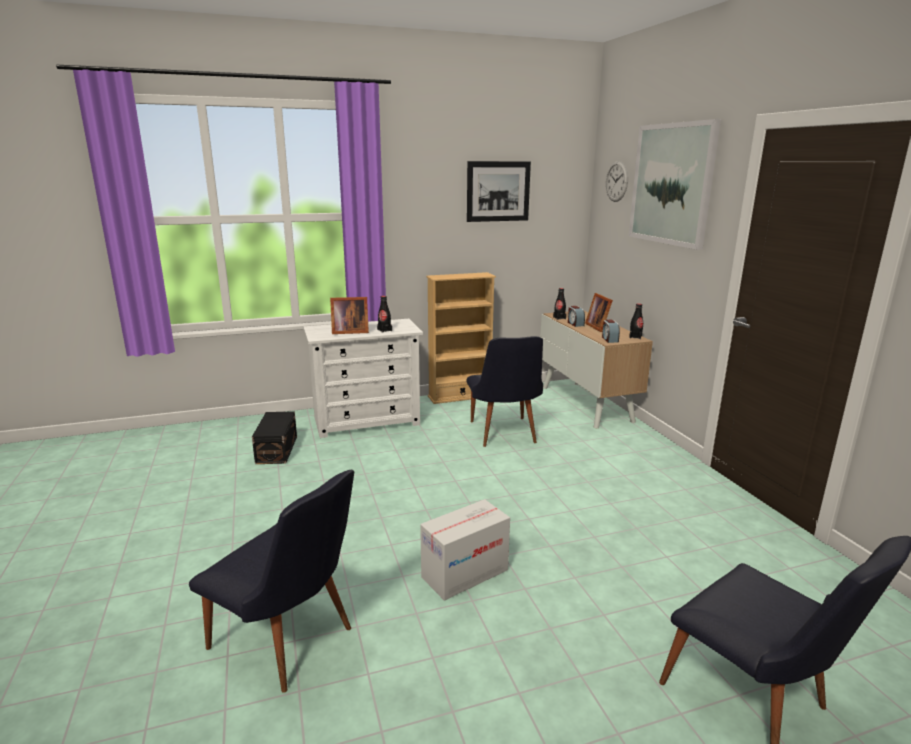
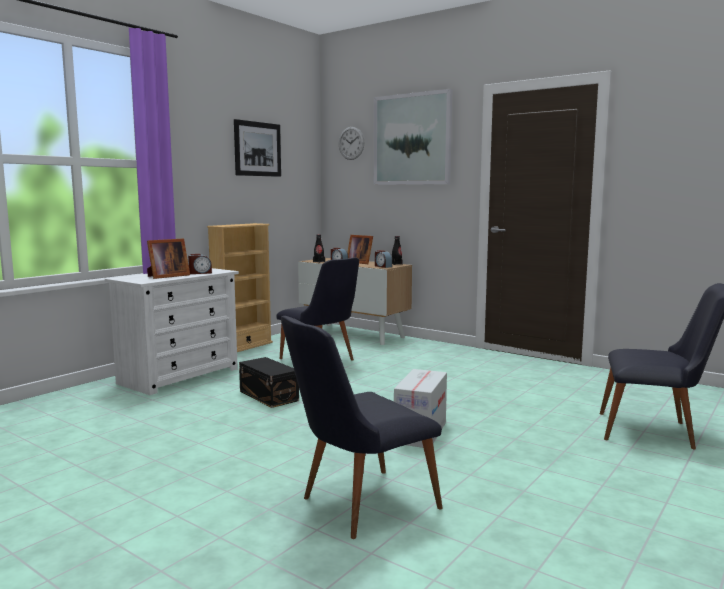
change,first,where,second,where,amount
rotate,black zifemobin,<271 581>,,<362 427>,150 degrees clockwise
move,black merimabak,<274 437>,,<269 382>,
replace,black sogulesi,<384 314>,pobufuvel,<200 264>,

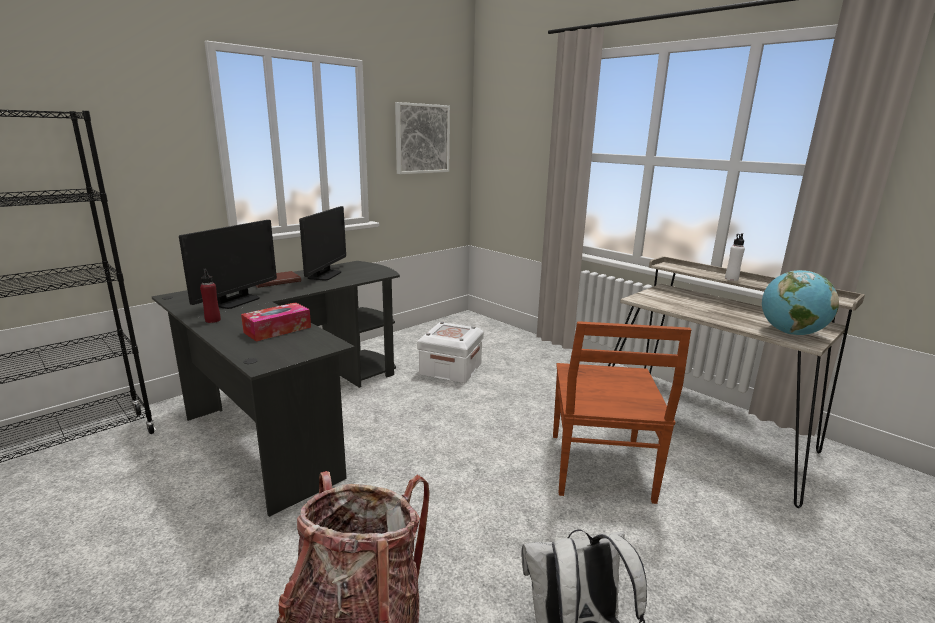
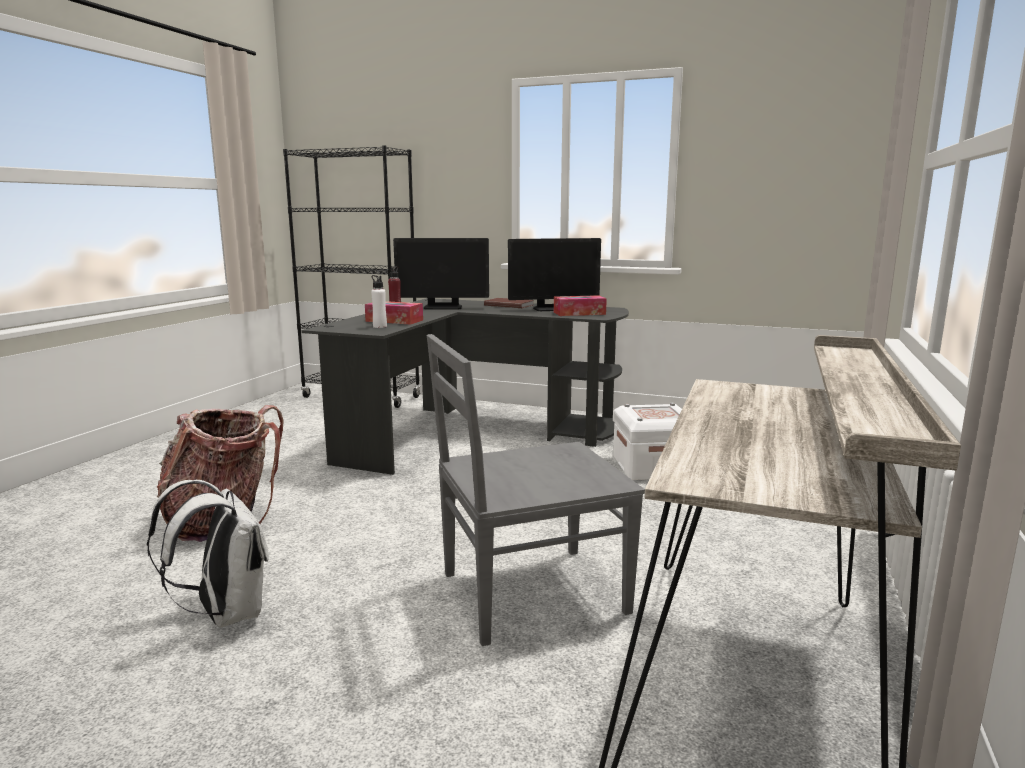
change,first,where,second,where,amount
delete,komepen,<422 138>,,,
recolor,brown zifemobin,<622 412>,grey zifemobin,<535 490>,
move,white sogulesi,<735 257>,,<379 301>,
delete,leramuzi,<800 302>,,,
insert,,,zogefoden,<580 305>,

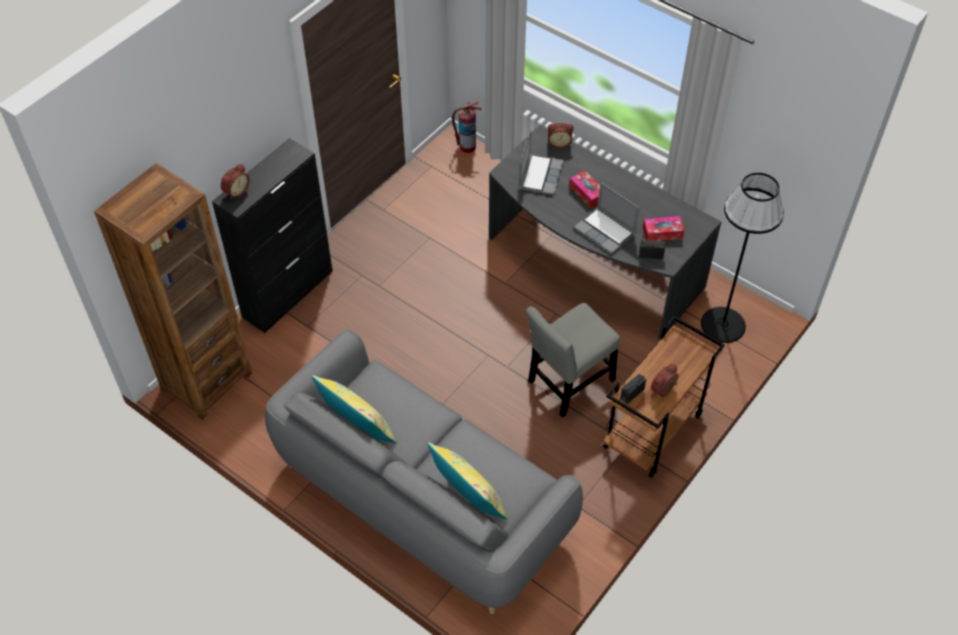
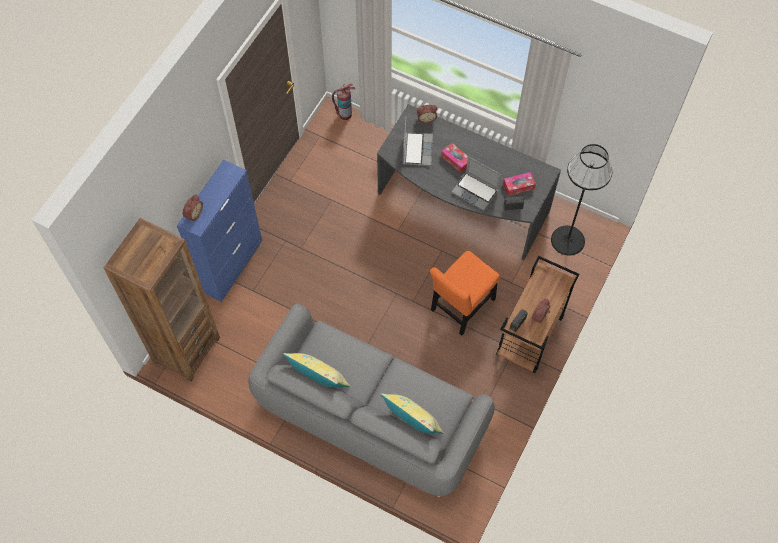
change,first,where,second,where,amount
recolor,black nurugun,<272 235>,blue nurugun,<219 230>,
recolor,grey zifemobin,<573 360>,orange zifemobin,<465 293>,

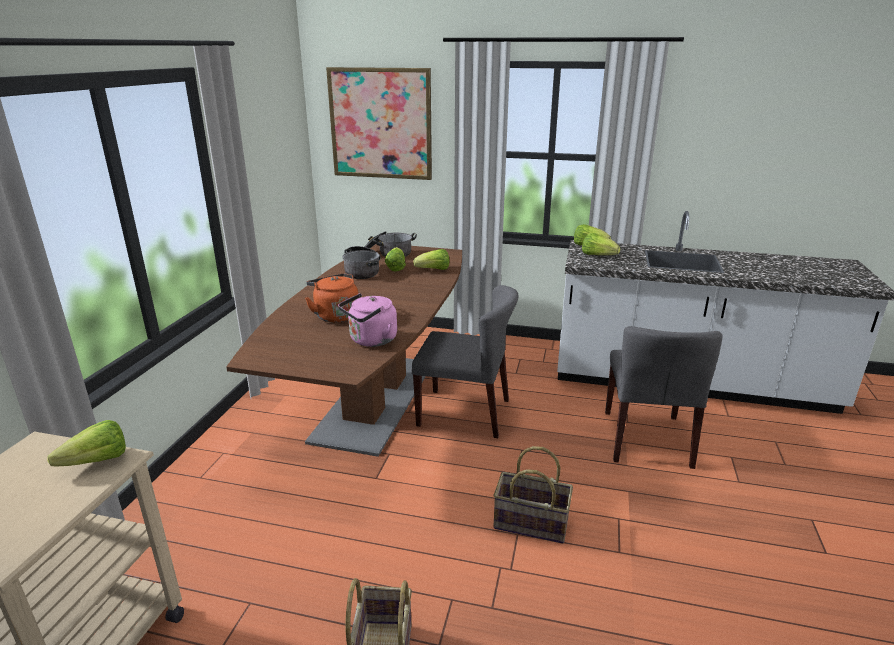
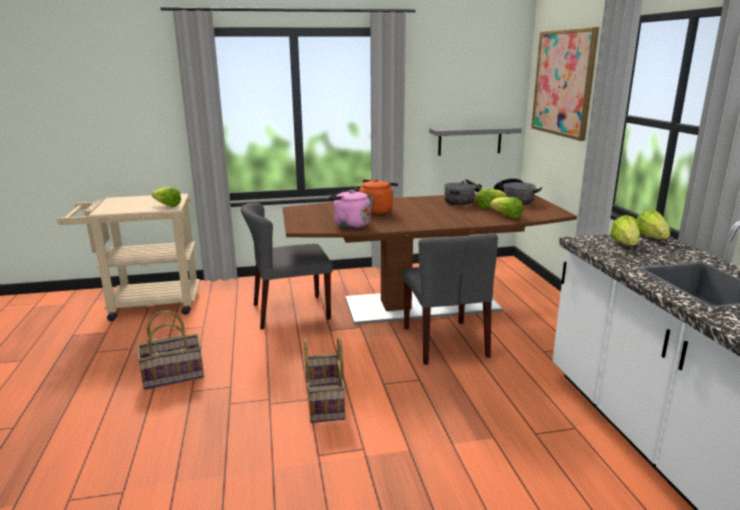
change,first,where,second,where,amount
move,grey zifemobin,<664 397>,,<287 266>,
insert,,,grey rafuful,<475 141>,

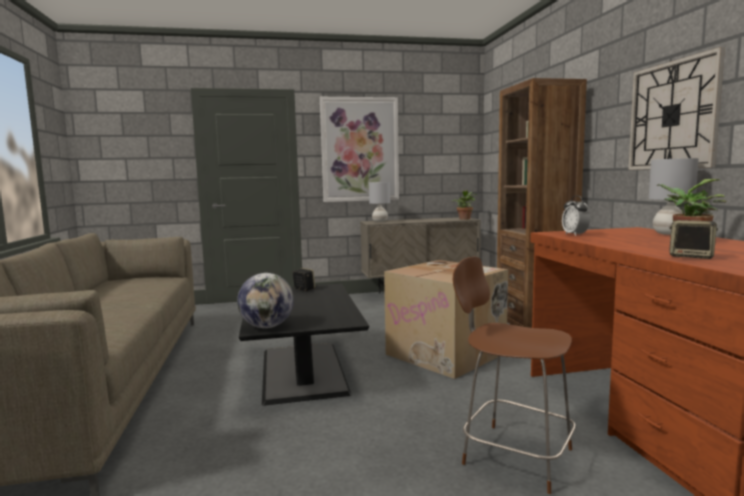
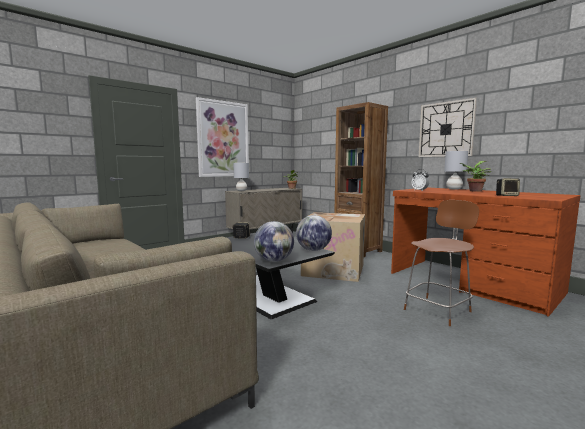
change,first,where,second,where,amount
rotate,brown zifemobin,<514 375>,,<441 263>,135 degrees clockwise
insert,,,leramuzi,<314 233>,

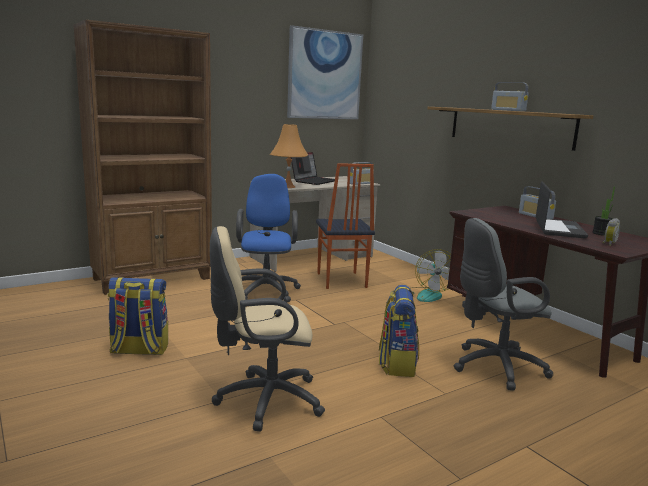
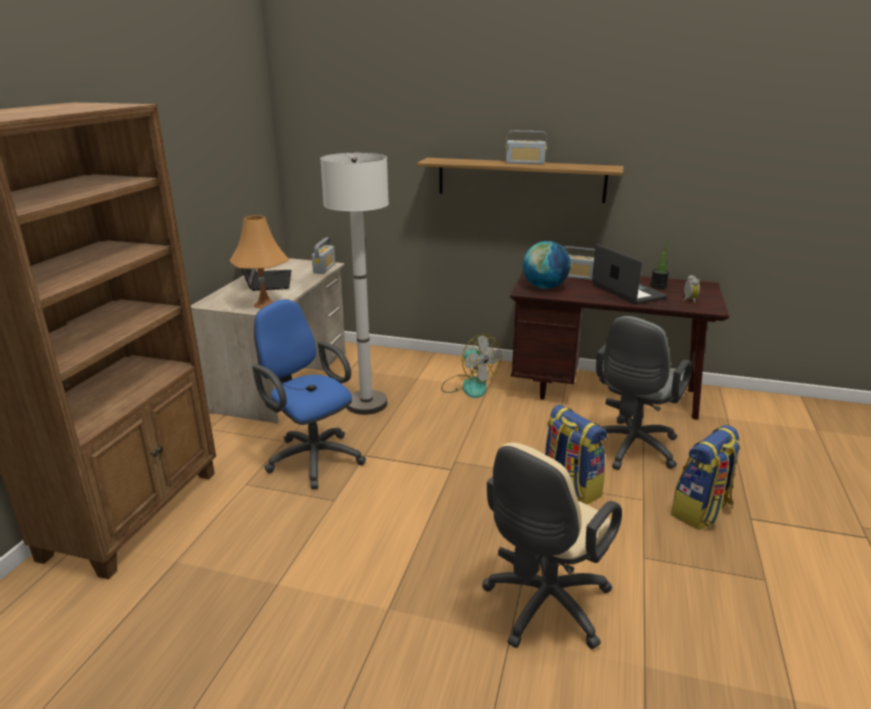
change,first,where,second,where,amount
move,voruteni,<137 316>,,<706 477>,
delete,komepen,<325 72>,,,
replace,zifemobin,<345 226>,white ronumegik,<354 284>,
insert,,,leramuzi,<547 265>,

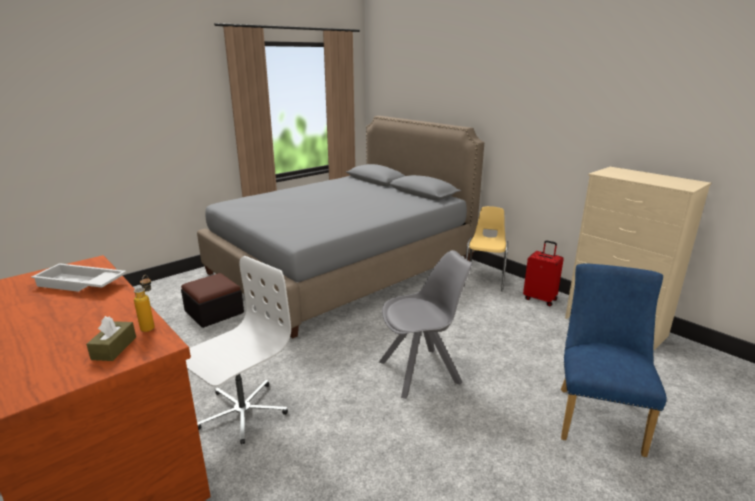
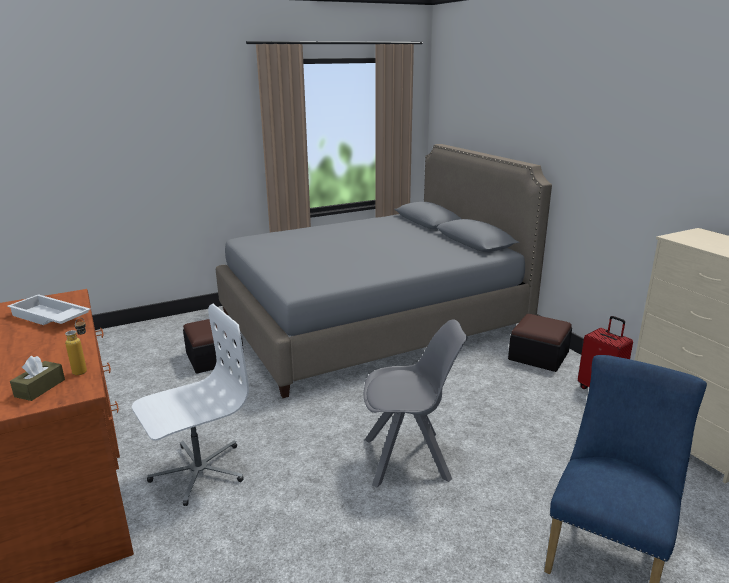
change,first,where,second,where,amount
replace,yellow zifemobin,<486 248>,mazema,<540 343>,

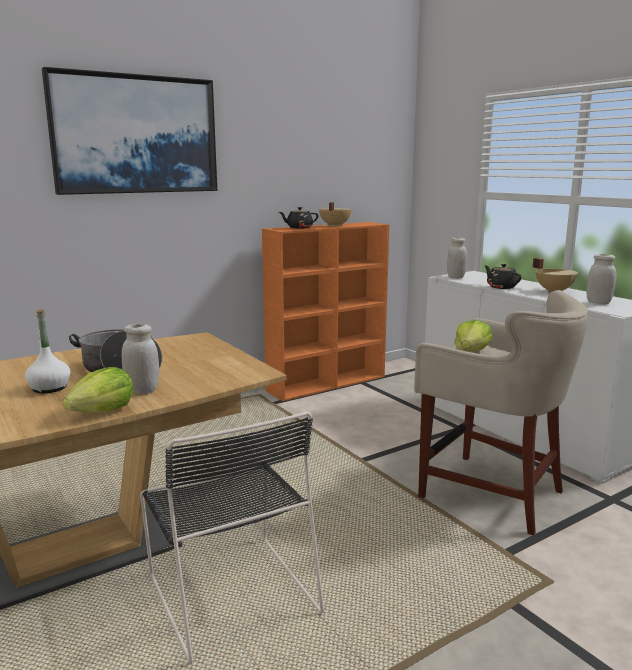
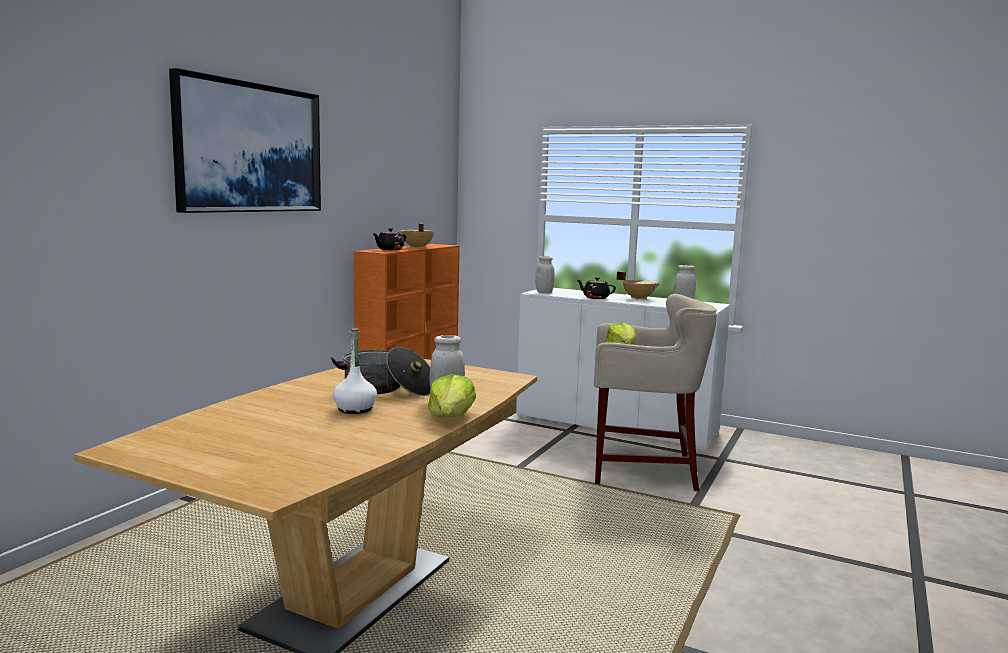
change,first,where,second,where,amount
delete,black zifemobin,<232 537>,,,

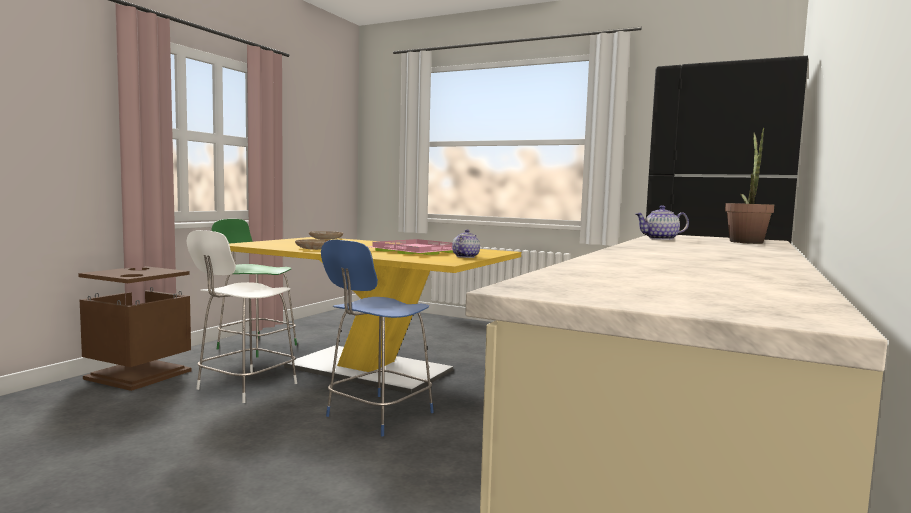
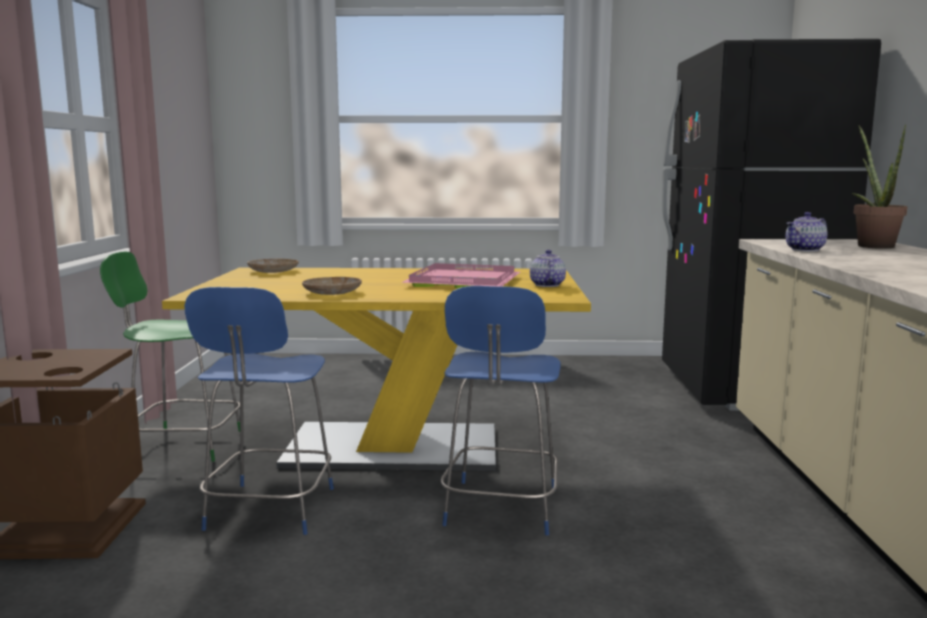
change,first,where,second,where,amount
recolor,white zifemobin,<242 316>,blue zifemobin,<259 411>,

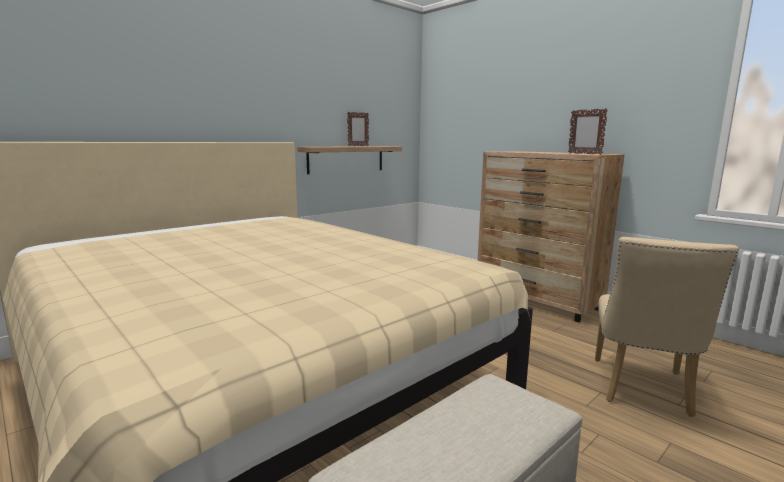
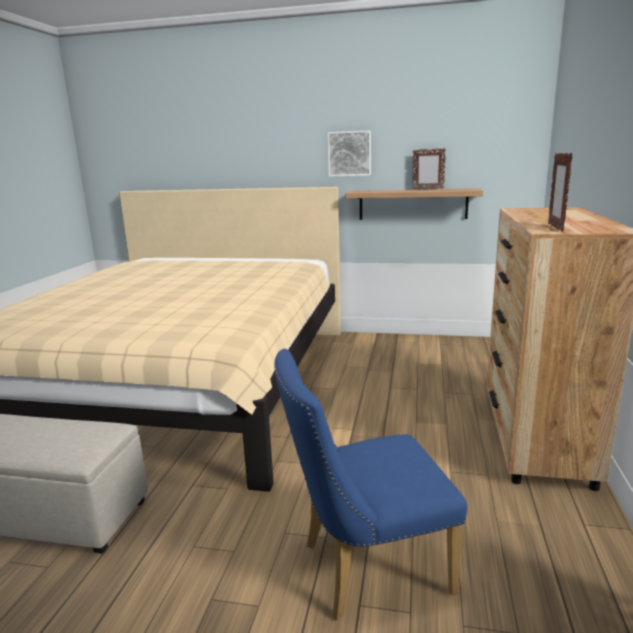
change,first,where,second,where,amount
recolor,beige zifemobin,<667 327>,blue zifemobin,<370 484>,
insert,,,komepen,<349 154>,

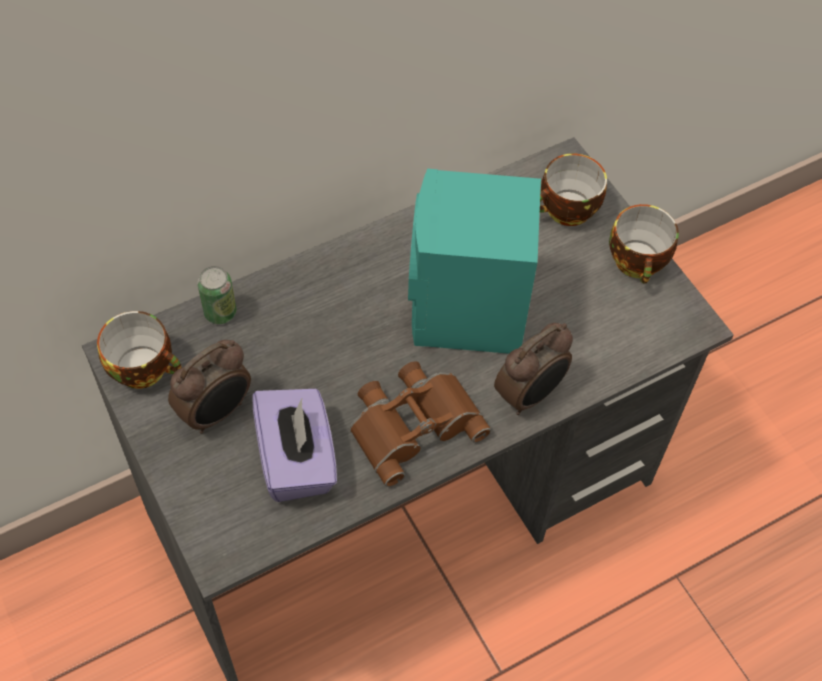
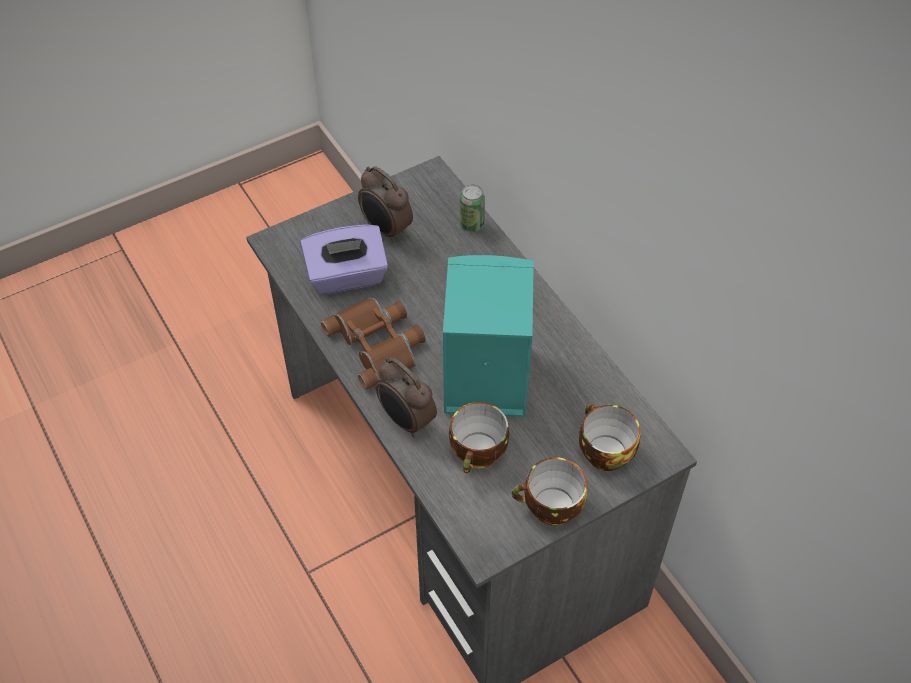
change,first,where,second,where,amount
move,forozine,<139 350>,,<479 437>,

